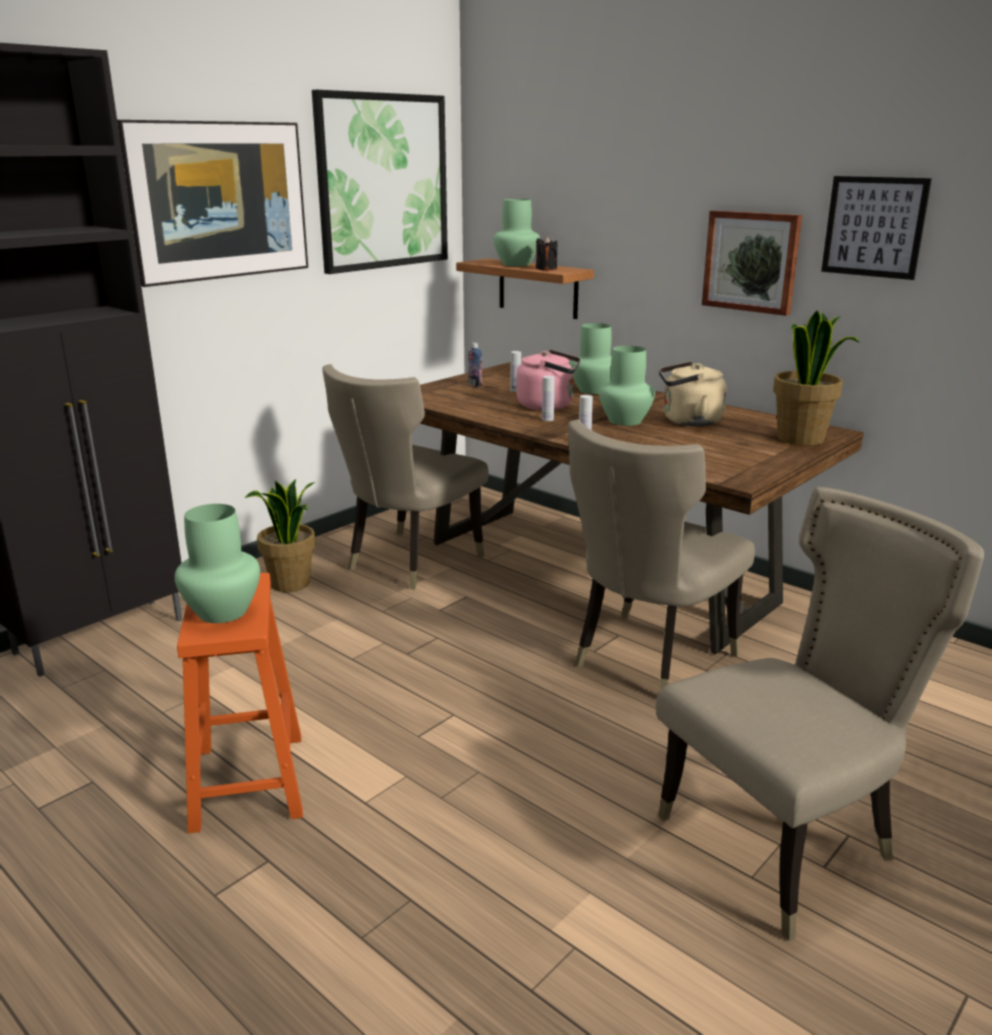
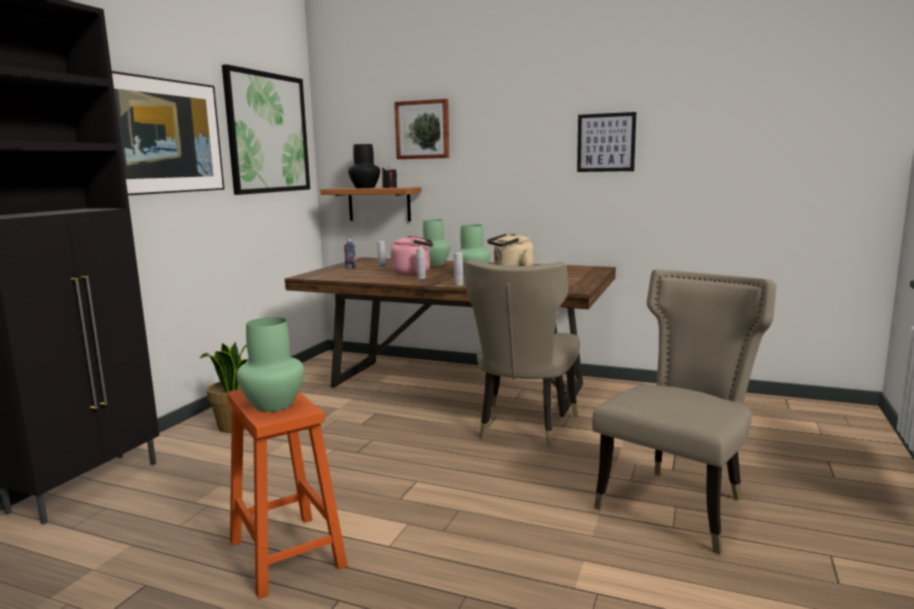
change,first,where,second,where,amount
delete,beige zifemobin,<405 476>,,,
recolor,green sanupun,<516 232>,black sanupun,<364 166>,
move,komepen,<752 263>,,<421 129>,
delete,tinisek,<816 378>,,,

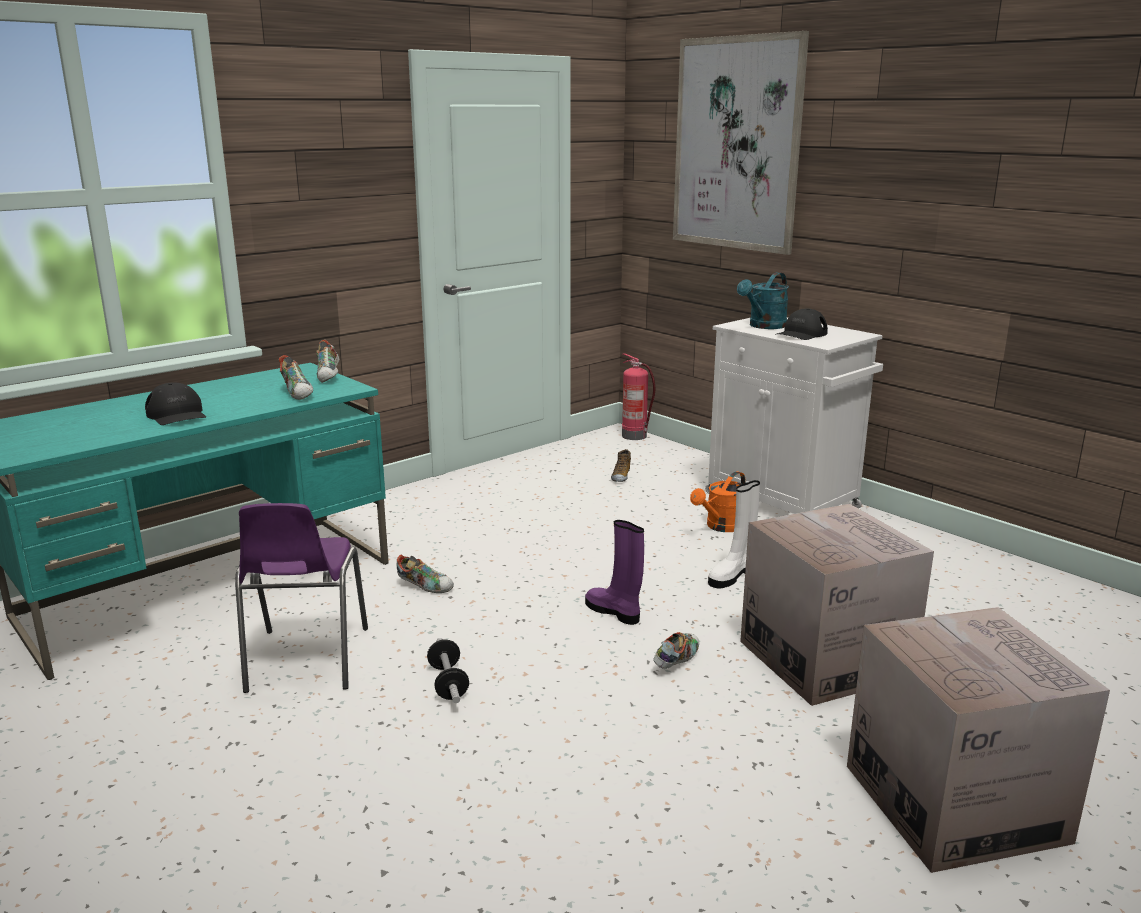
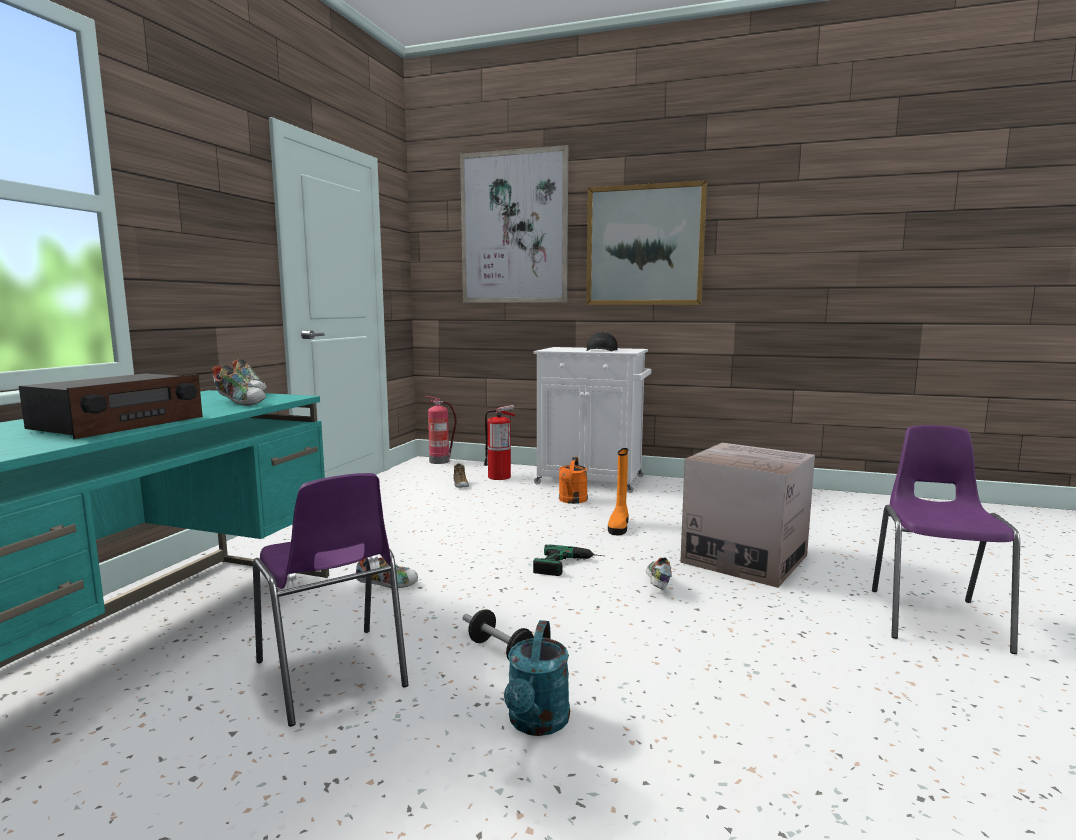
change,first,where,second,where,amount
replace,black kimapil,<175 403>,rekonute,<111 406>,
replace,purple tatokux,<614 572>,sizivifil,<568 560>,
recolor,white tatokux,<734 534>,orange tatokux,<618 491>,
move,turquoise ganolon,<763 300>,,<537 678>,
replace,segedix,<978 740>,purple zifemobin,<946 539>,
insert,,,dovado,<500 442>,
insert,,,komepen,<646 242>,

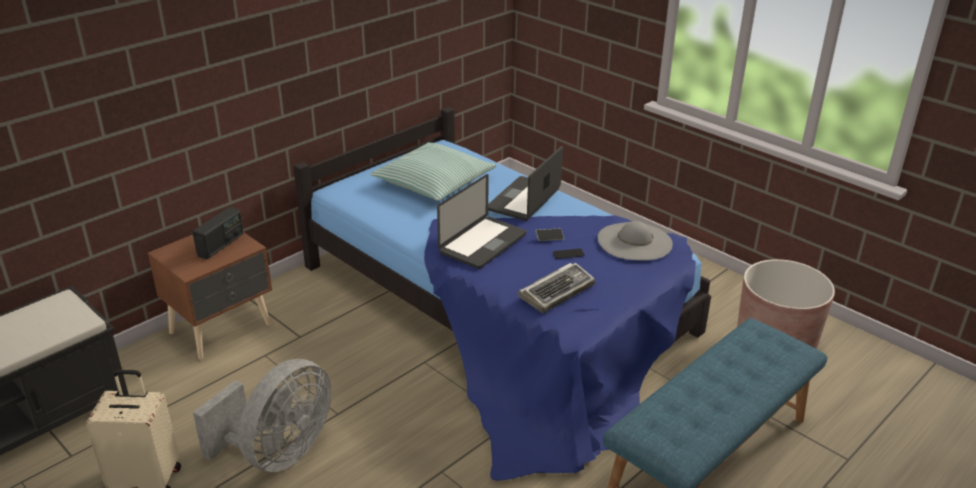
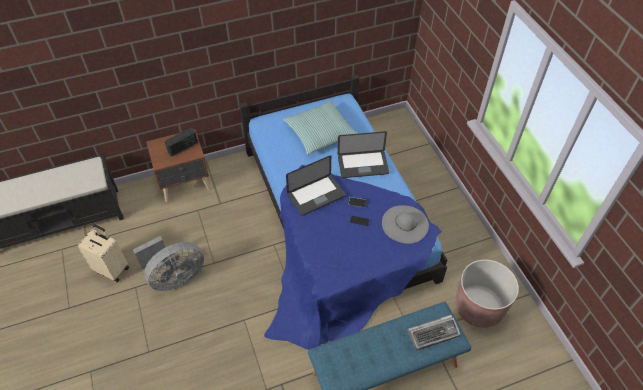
change,first,where,second,where,amount
rotate,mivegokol,<525 183>,,<363 154>,150 degrees counterclockwise
move,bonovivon,<556 288>,,<434 333>,

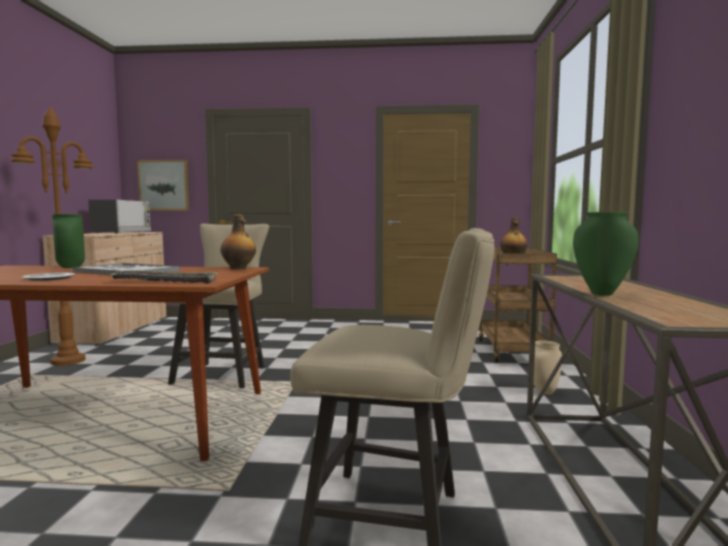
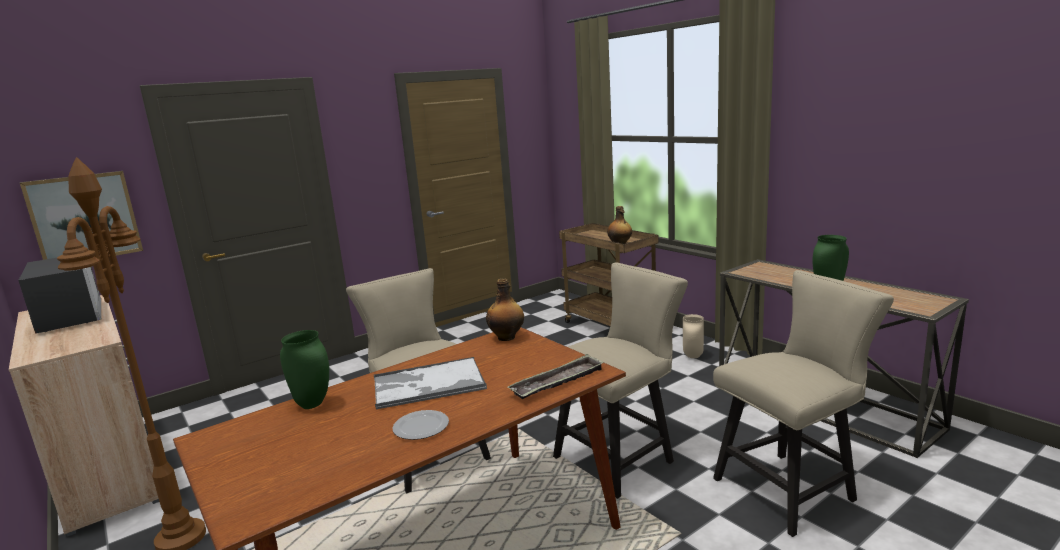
change,first,where,second,where,amount
insert,,,beige zifemobin,<620 380>,

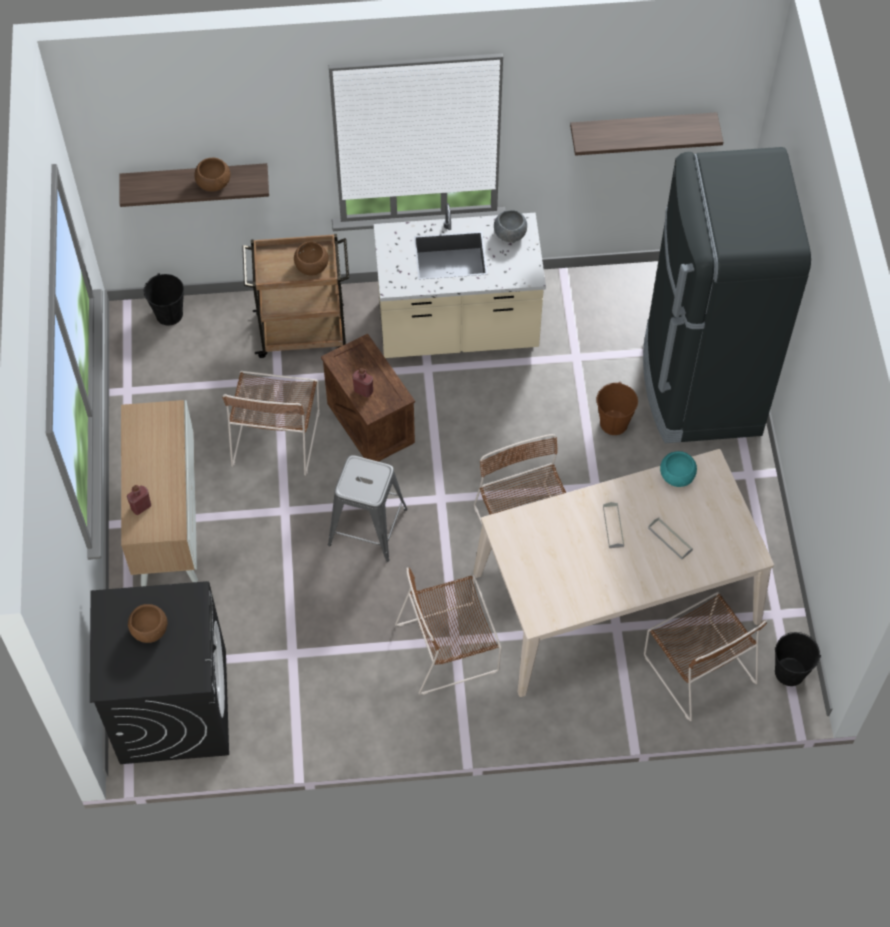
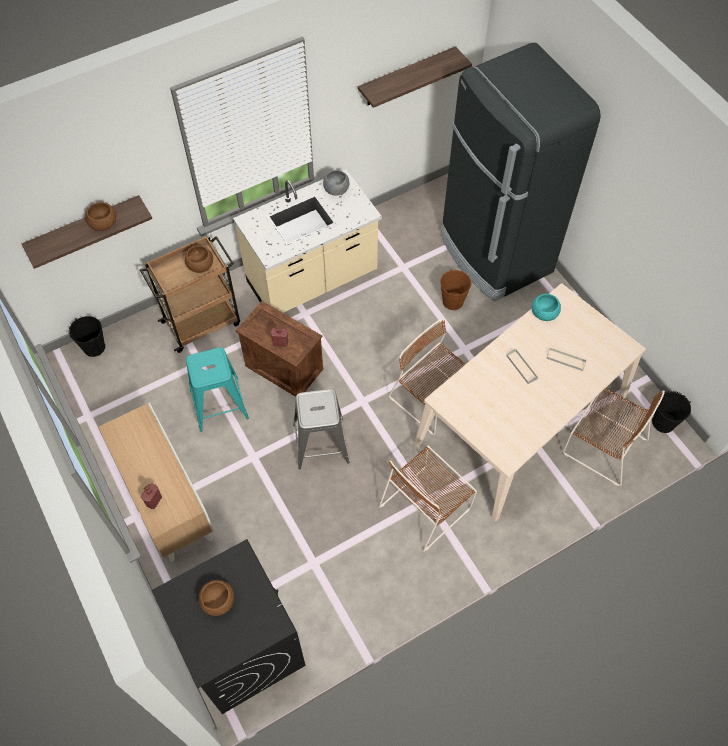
change,first,where,second,where,amount
replace,brown zifemobin,<271 423>,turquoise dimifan,<217 389>,

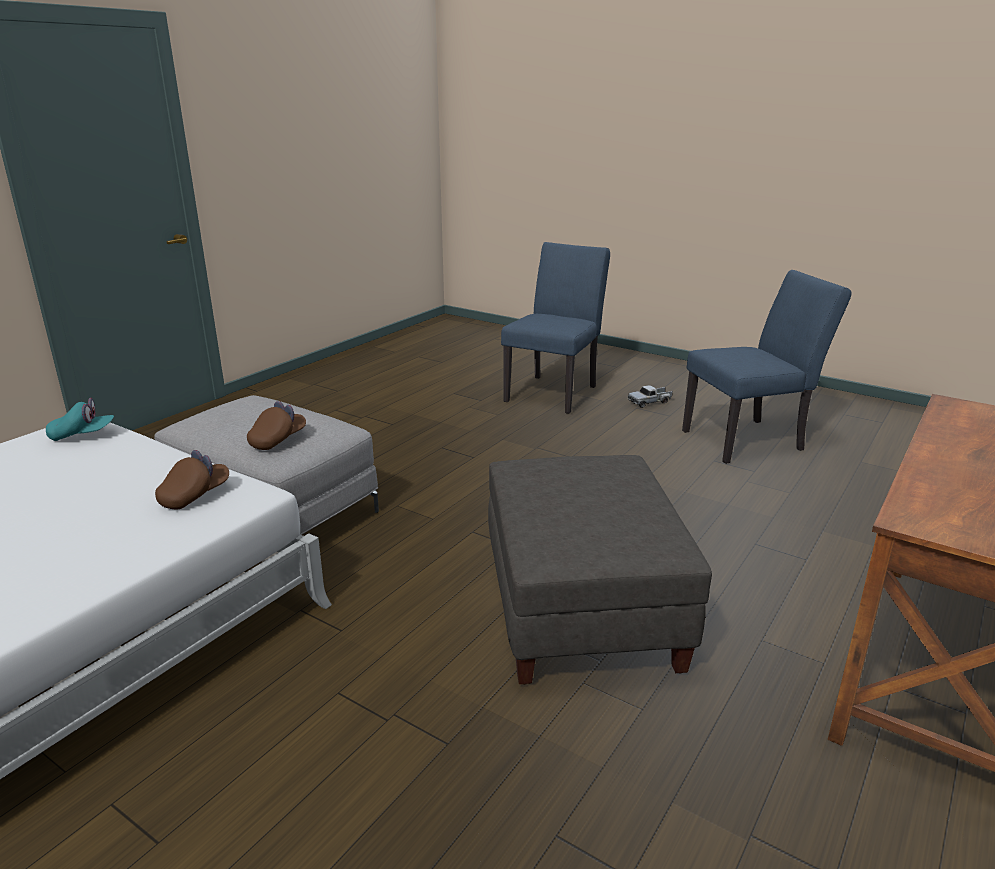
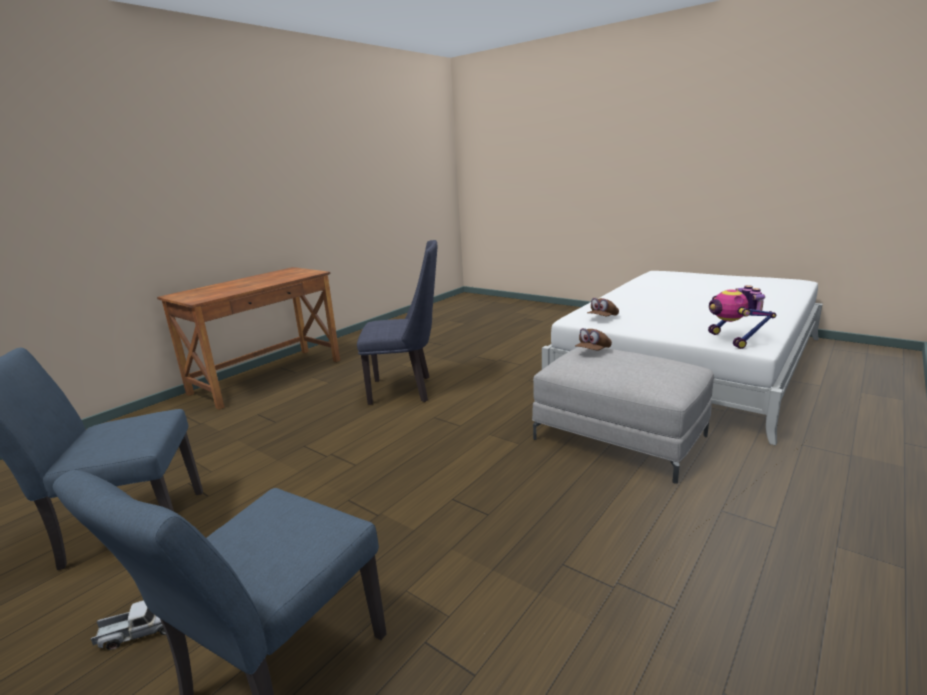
change,first,where,second,where,amount
replace,turquoise kimapil,<80 419>,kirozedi,<742 317>,
replace,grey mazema,<600 570>,blue zifemobin,<397 322>,

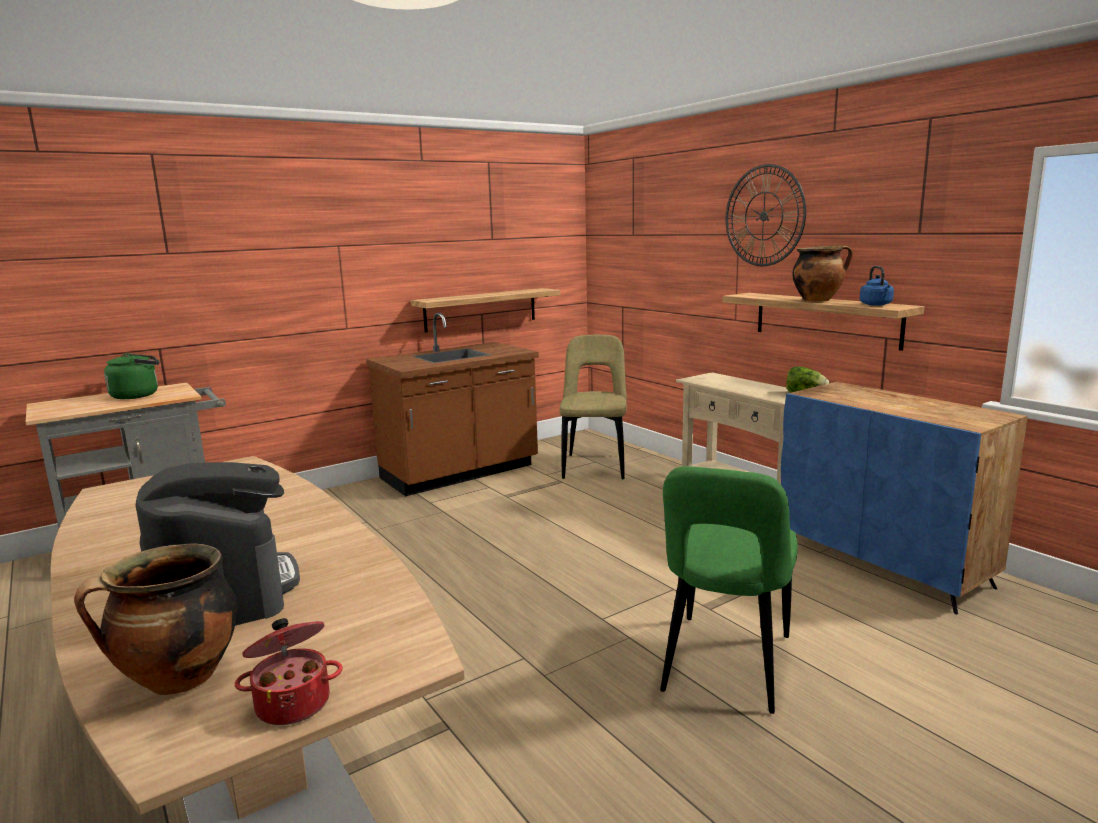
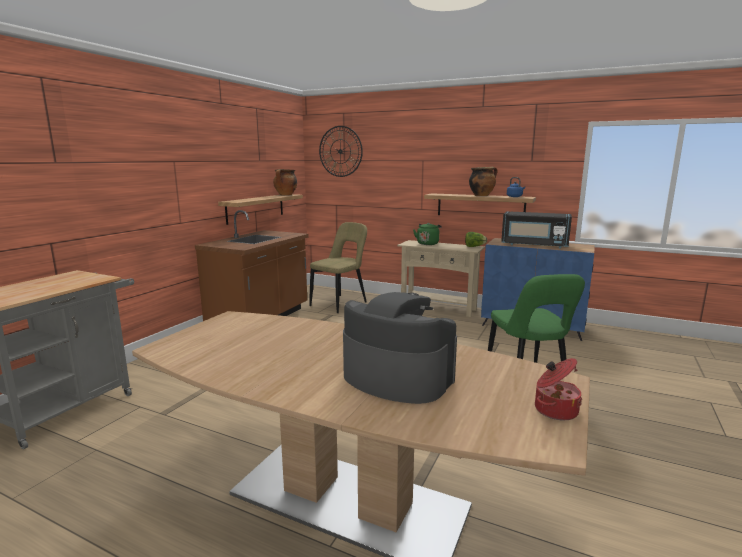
change,first,where,second,where,amount
move,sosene,<155 619>,,<285 182>,
move,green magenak,<131 376>,,<427 234>,
rotate,beige zifemobin,<593 407>,,<338 267>,60 degrees clockwise
move,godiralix,<766 215>,,<341 151>,
insert,,,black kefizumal,<536 229>,

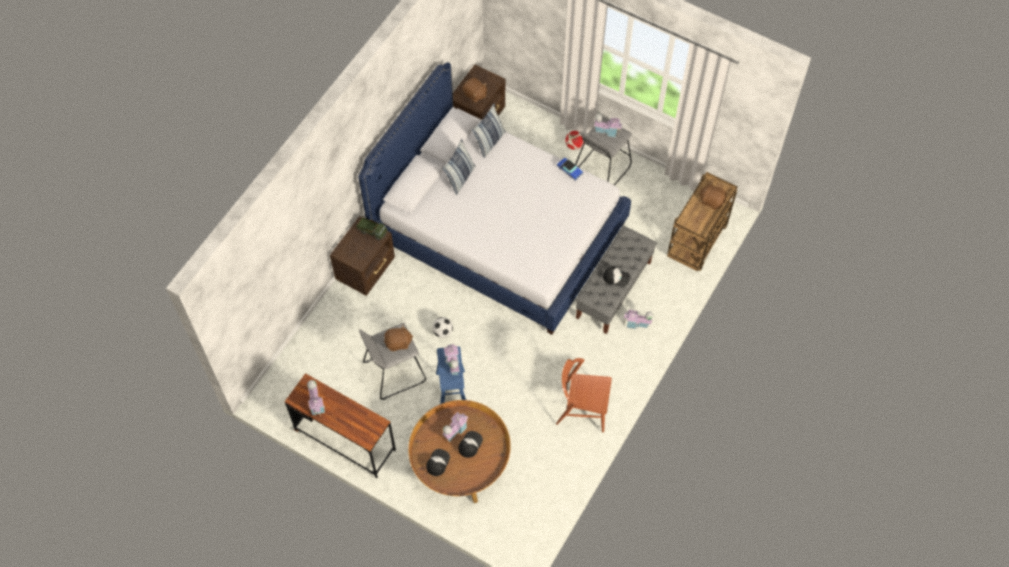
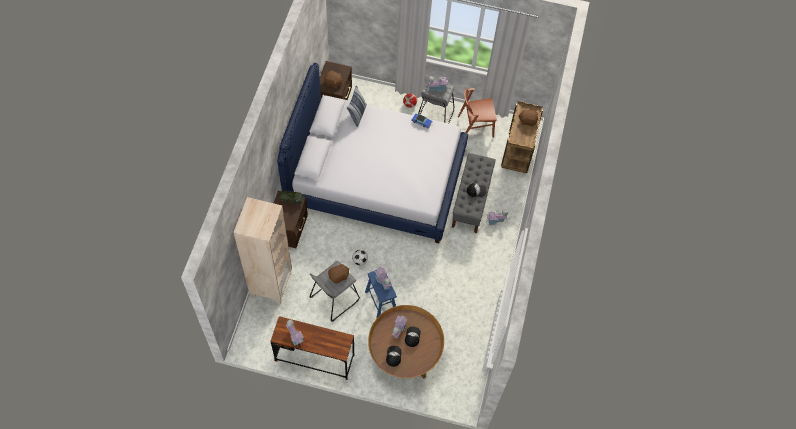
change,first,where,second,where,amount
delete,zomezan,<458 167>,,,
move,brown zifemobin,<584 395>,,<477 113>,
insert,,,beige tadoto,<262 250>,

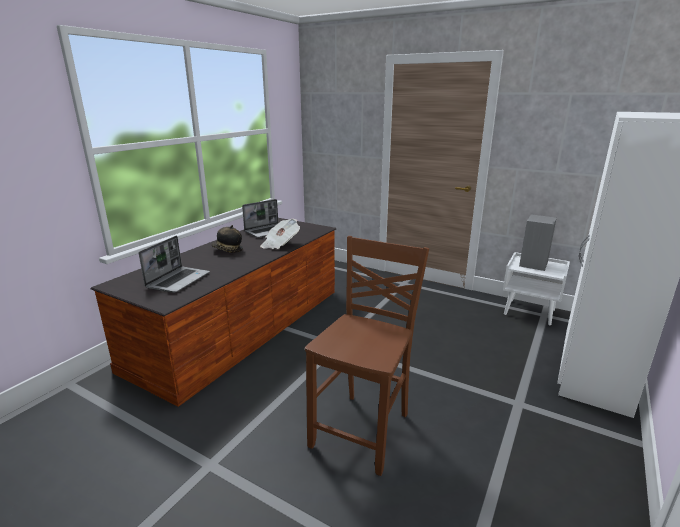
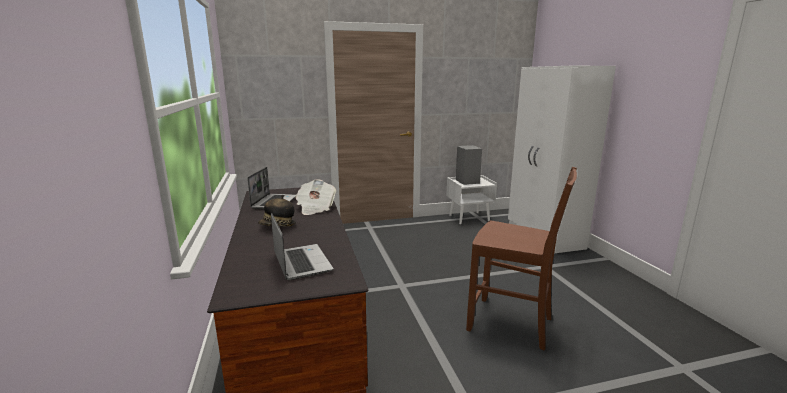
change,first,where,second,where,amount
rotate,brown zifemobin,<367 356>,,<521 258>,135 degrees clockwise

